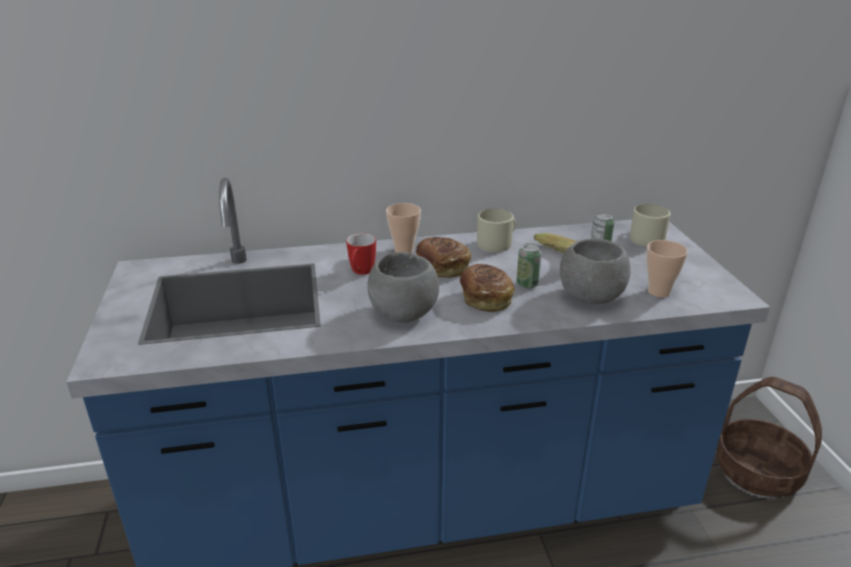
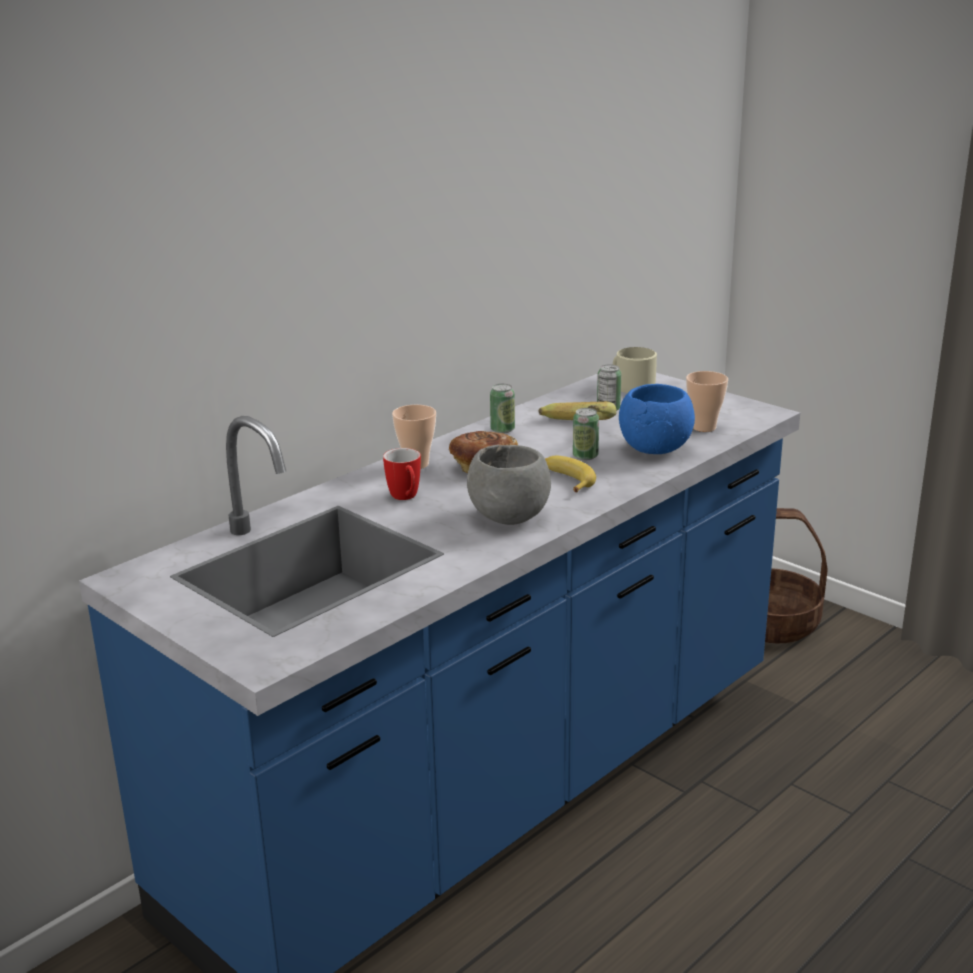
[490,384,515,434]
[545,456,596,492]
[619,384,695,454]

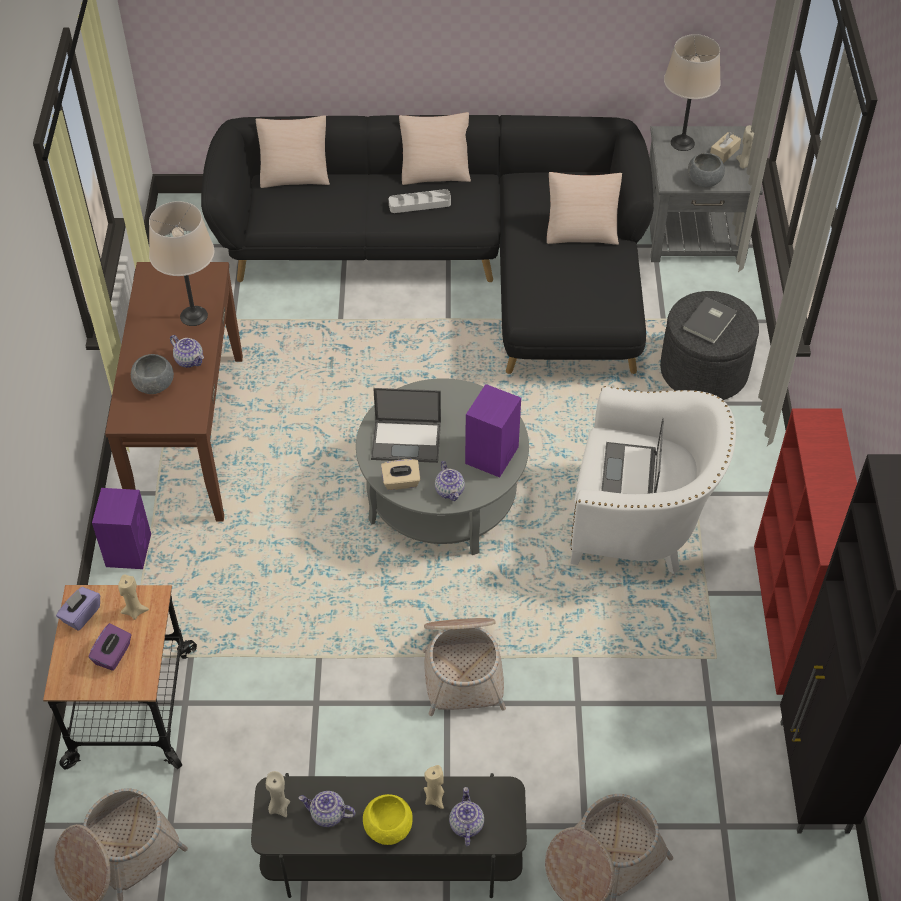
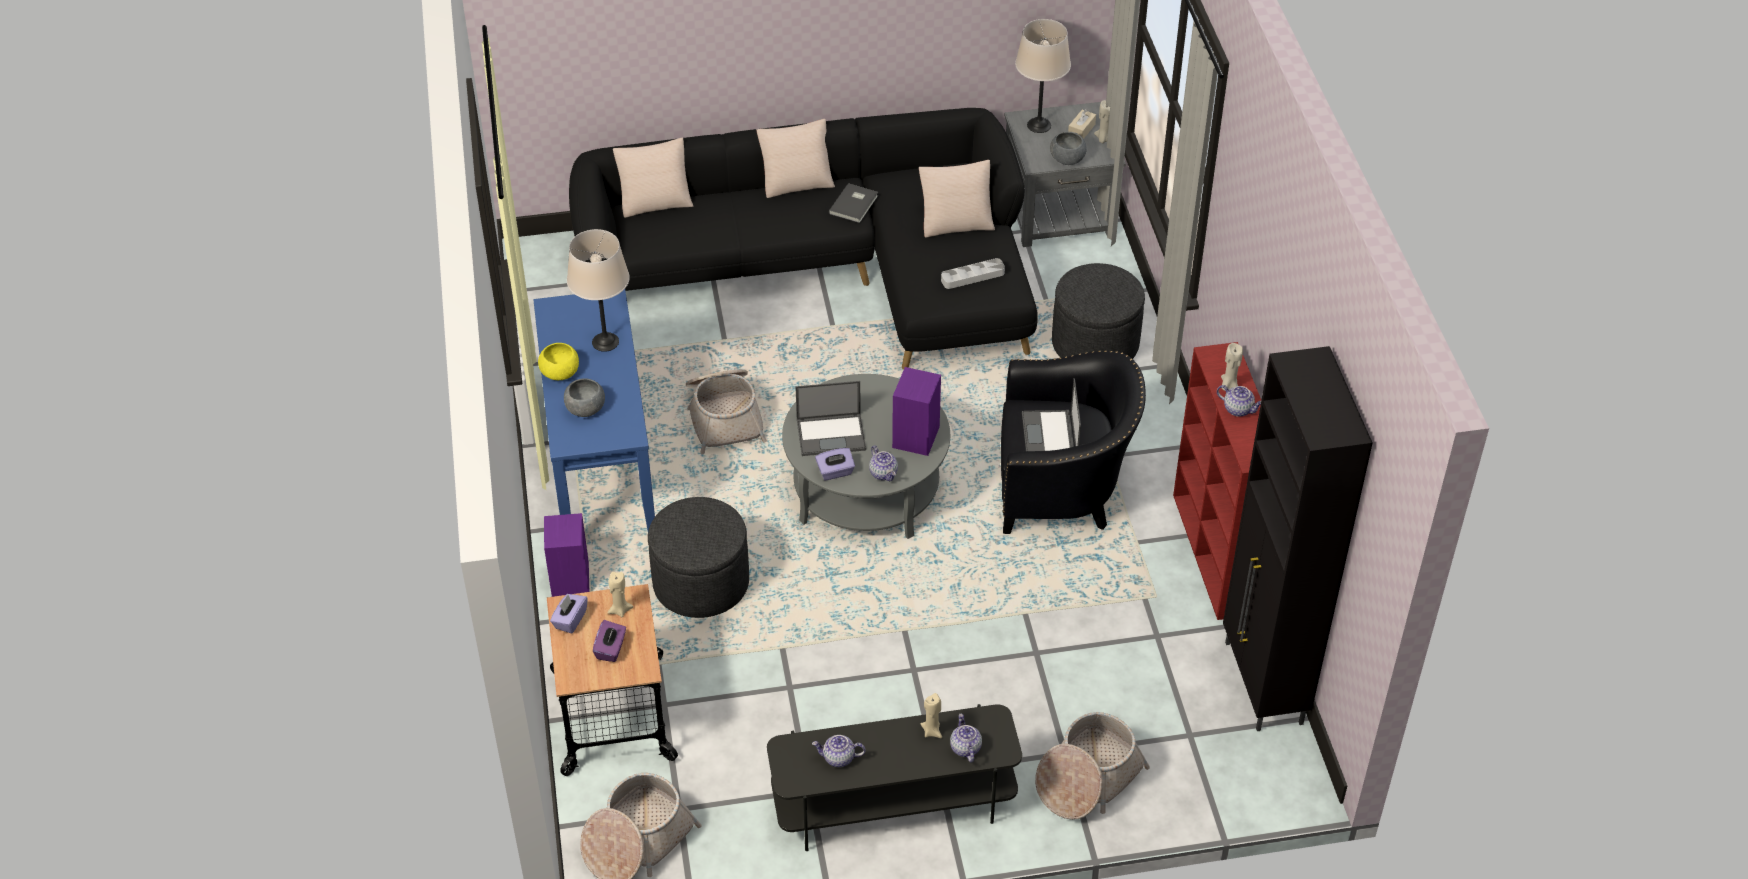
[533,289,655,531]
[538,343,579,380]
[648,497,749,618]
[686,369,767,454]
[815,448,855,480]
[829,183,878,223]
[941,258,1005,289]
[1001,350,1146,534]
[1217,385,1261,417]
[1221,343,1243,391]

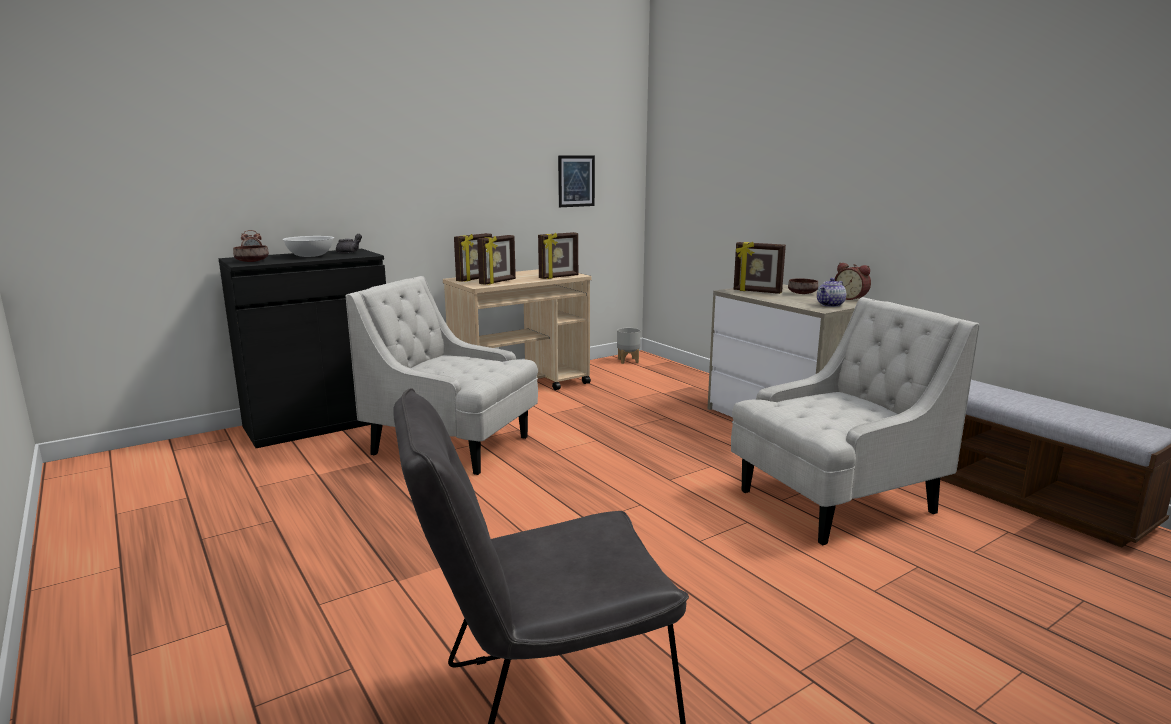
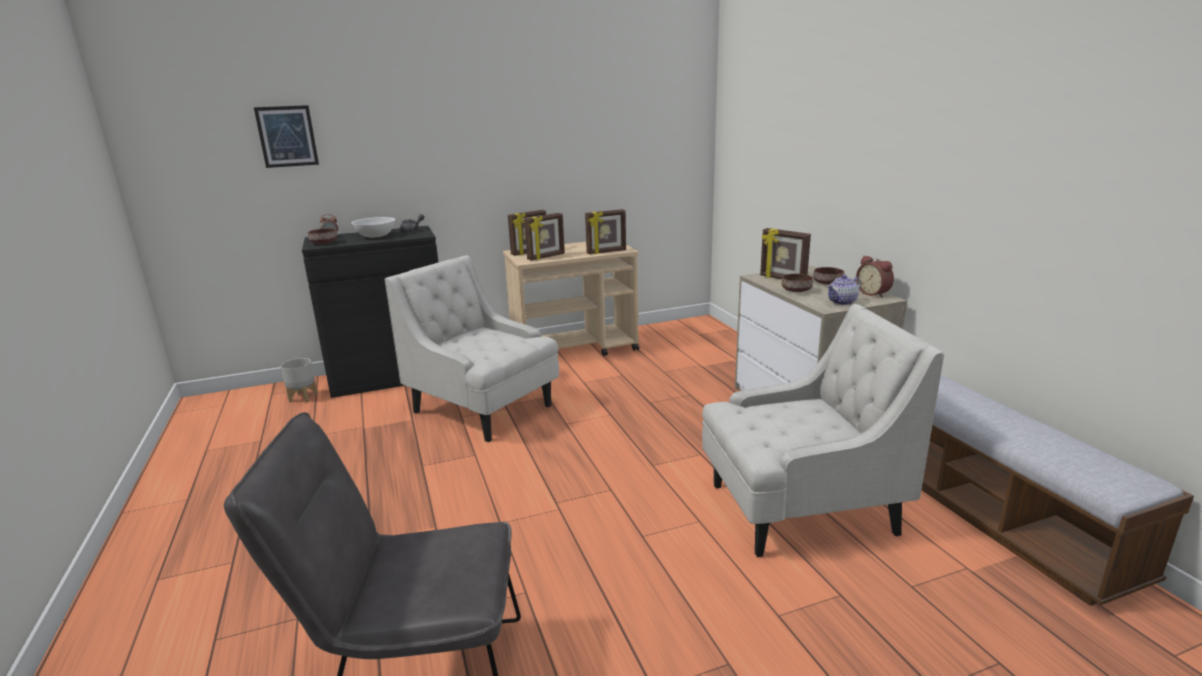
[254,105,319,168]
[281,358,318,403]
[782,274,813,292]

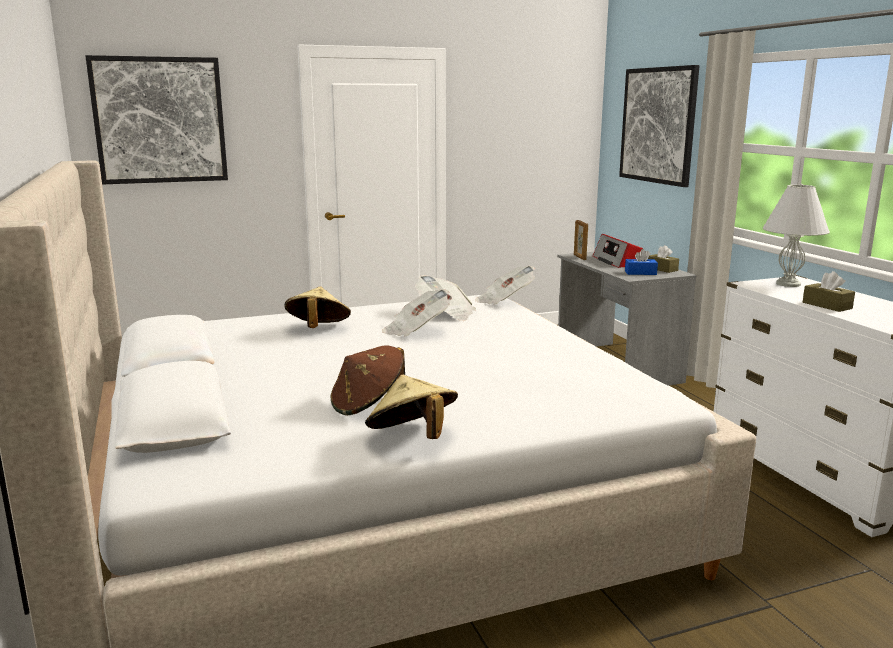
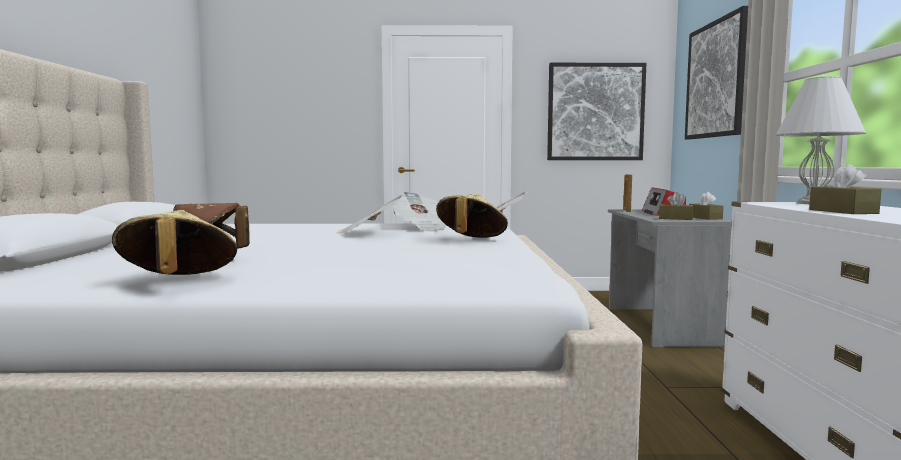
[436,194,508,238]
[547,63,646,160]
[659,192,693,220]

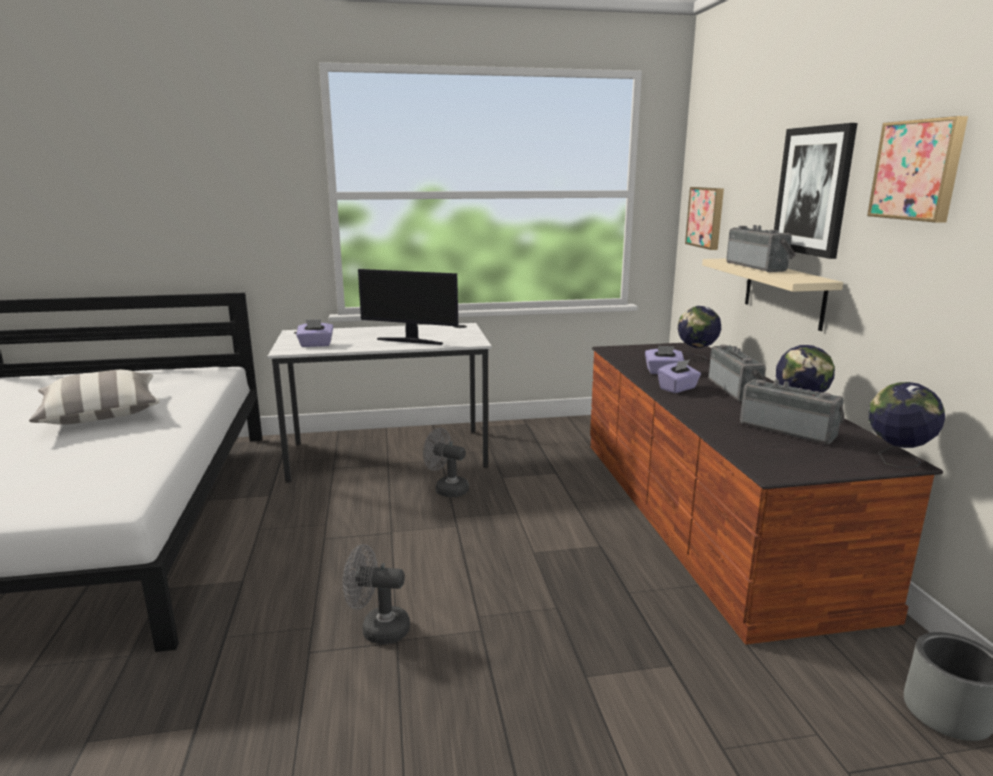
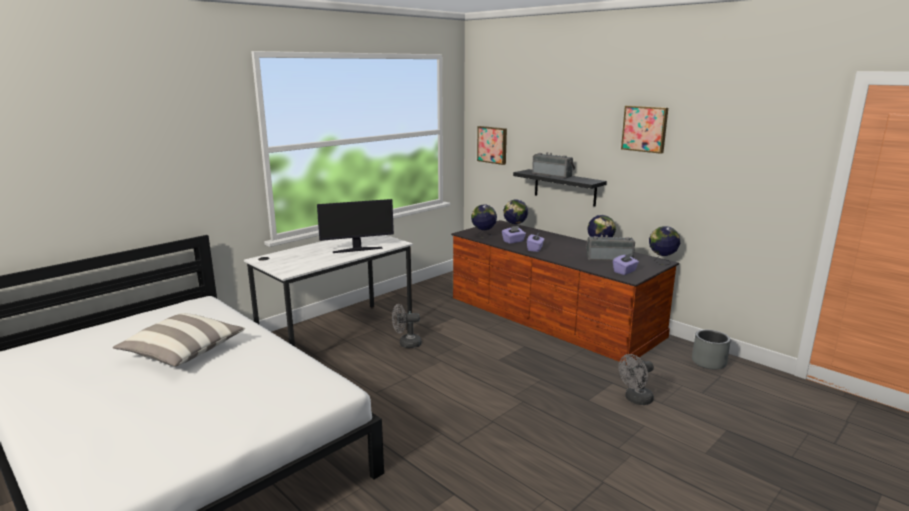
[471,204,497,238]
[513,169,607,206]
[613,253,639,275]
[619,354,654,405]
[708,345,767,402] (first image)
[774,123,858,259] (first image)

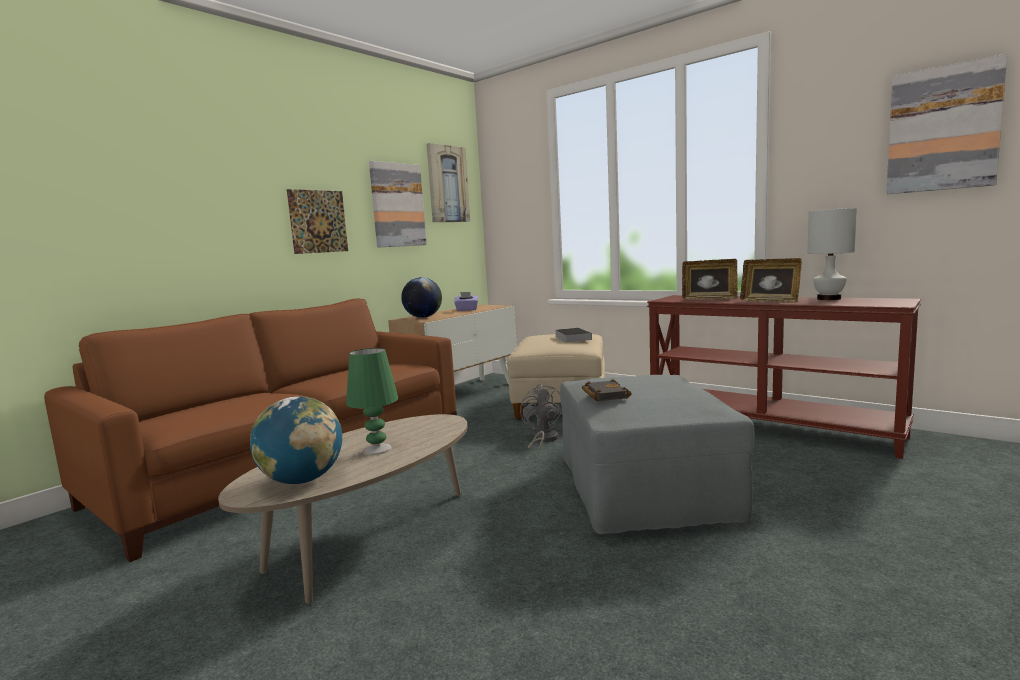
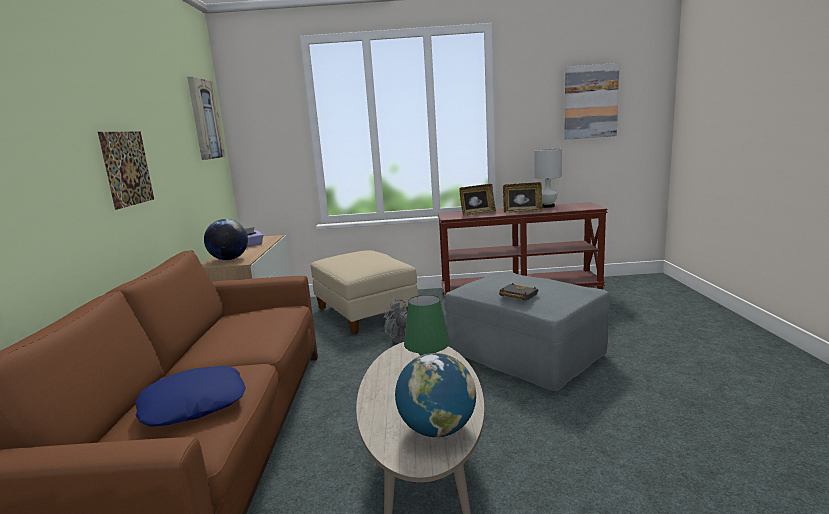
[135,366,246,427]
[369,161,427,248] (first image)
[555,328,592,342] (first image)

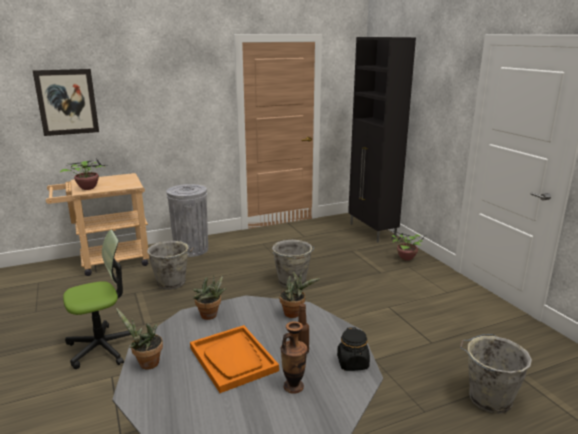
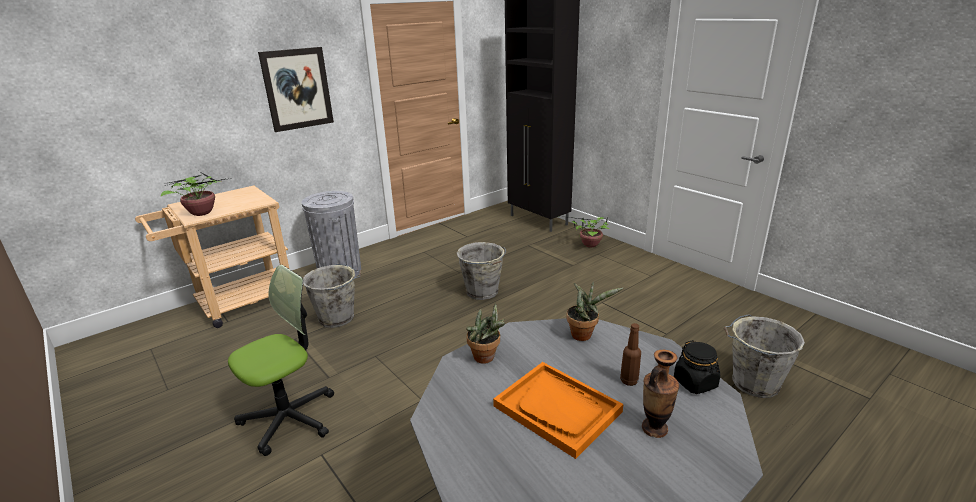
[258,47,334,132]
[116,308,163,369] (first image)

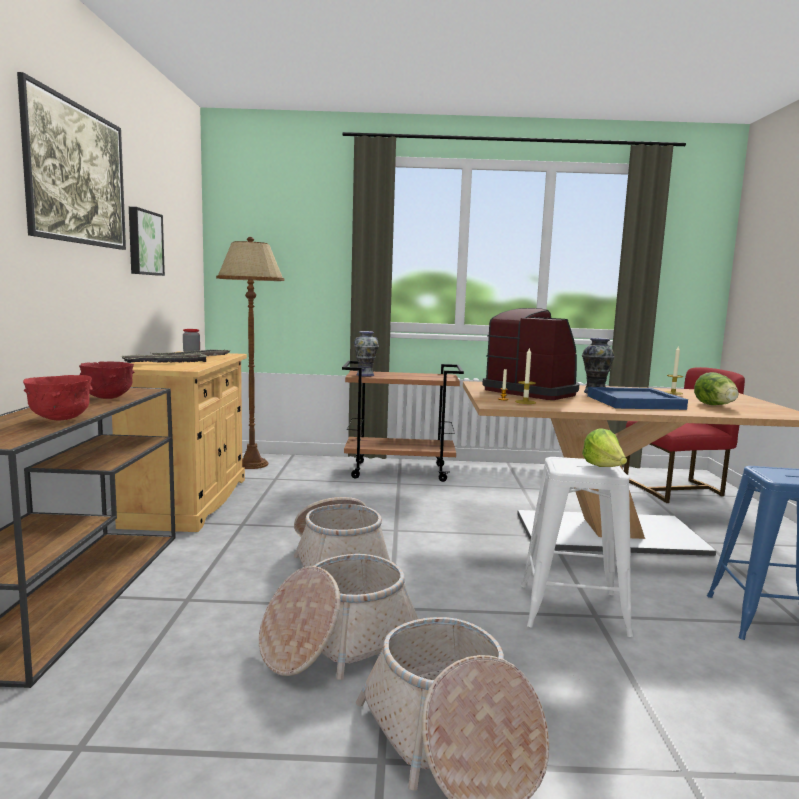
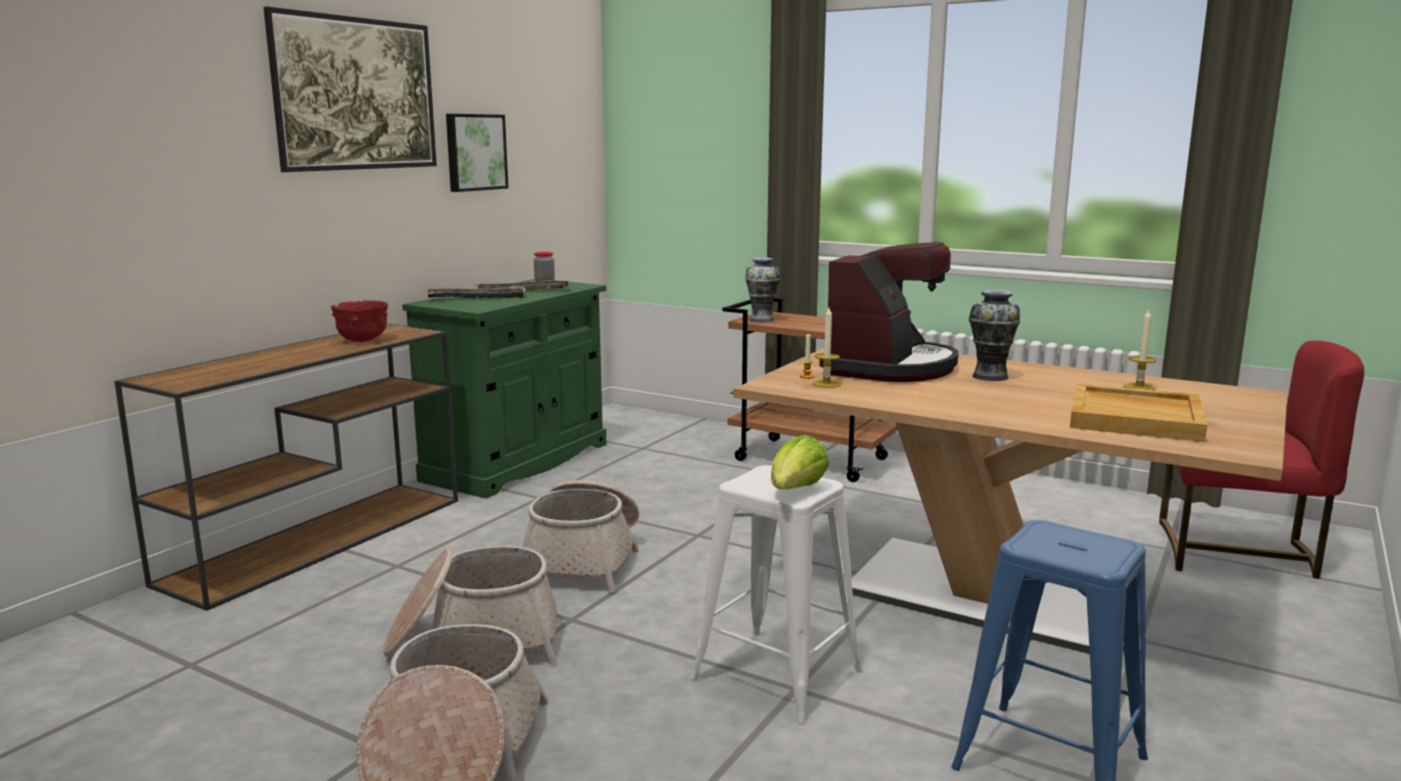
[402,279,607,498]
[819,242,959,382]
[1070,384,1207,442]
[23,375,93,420] (first image)
[216,237,285,469] (first image)
[587,387,688,410] (first image)

